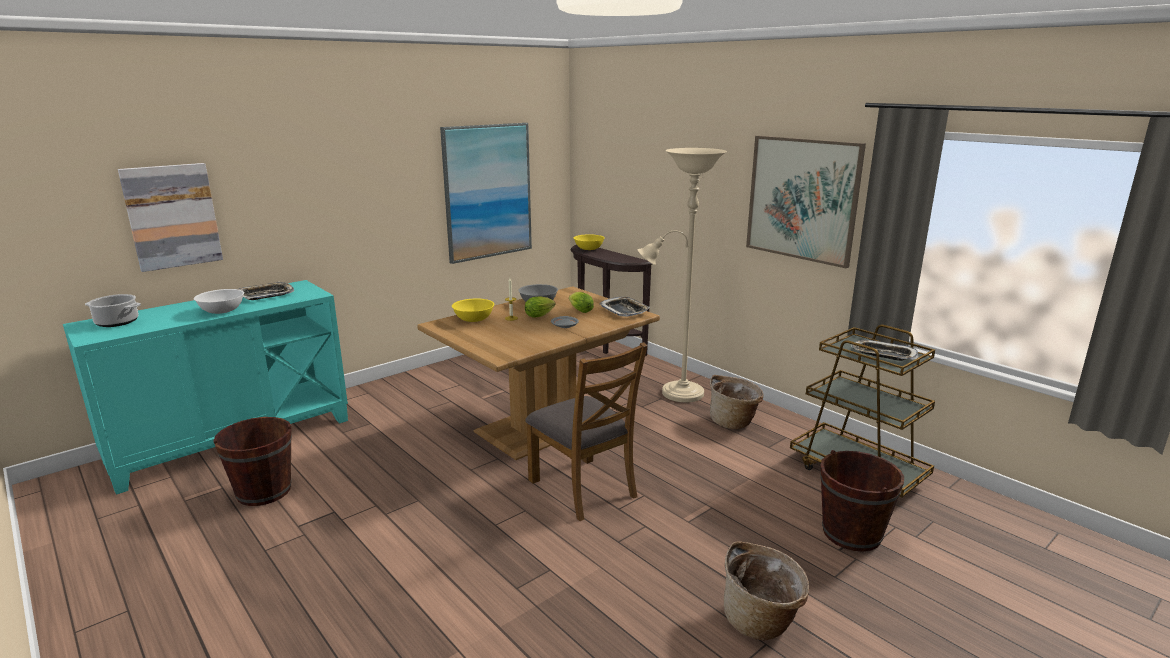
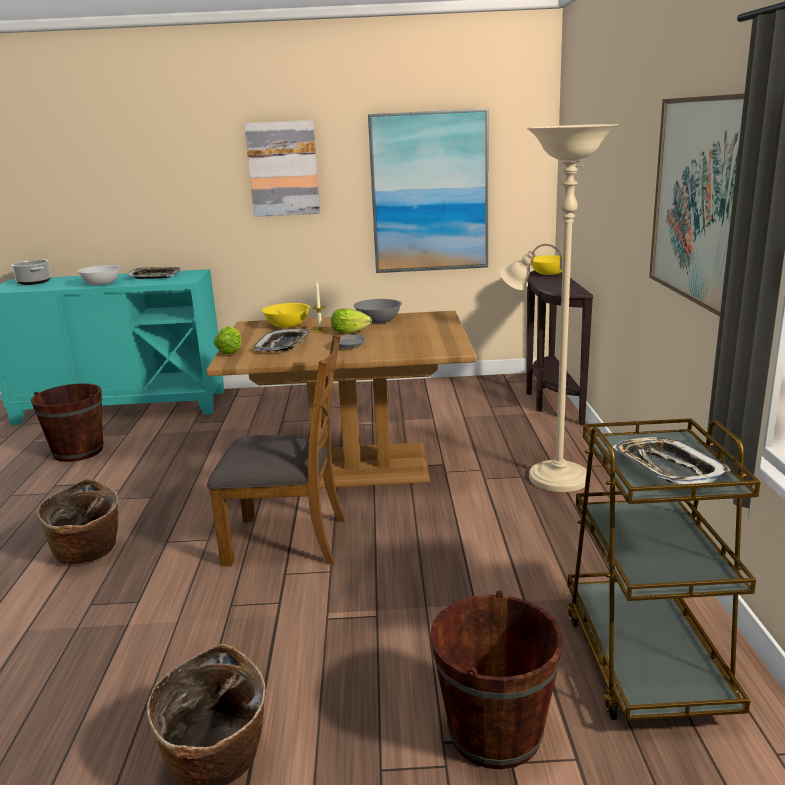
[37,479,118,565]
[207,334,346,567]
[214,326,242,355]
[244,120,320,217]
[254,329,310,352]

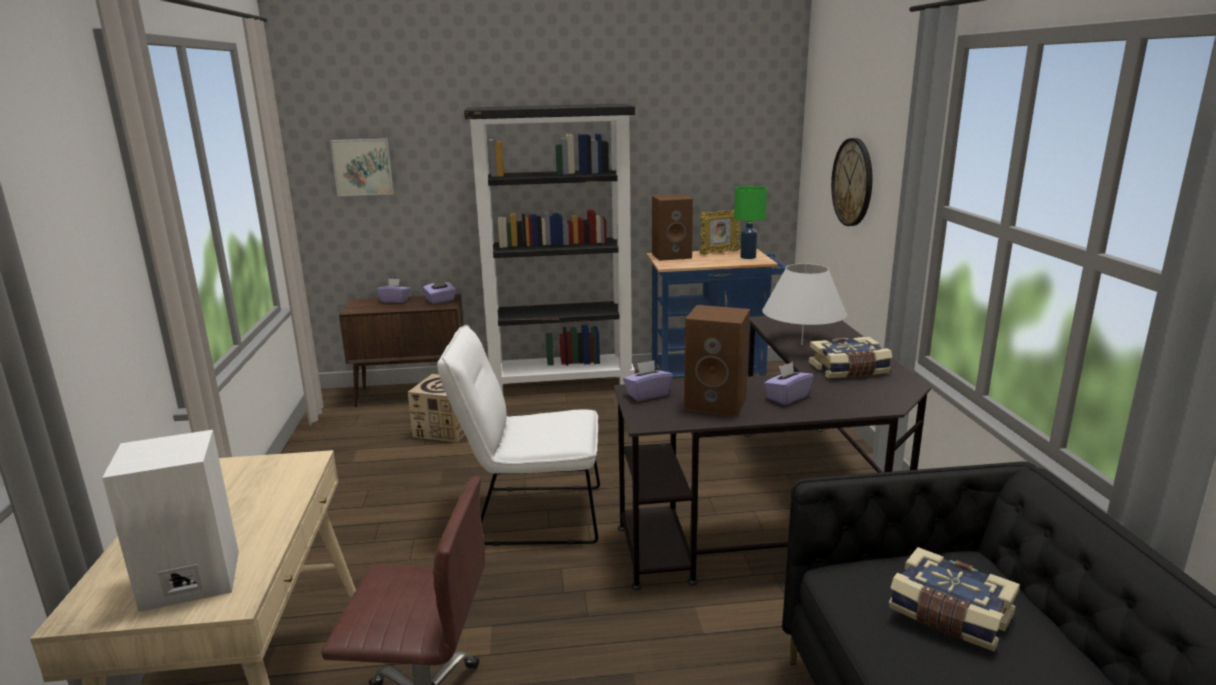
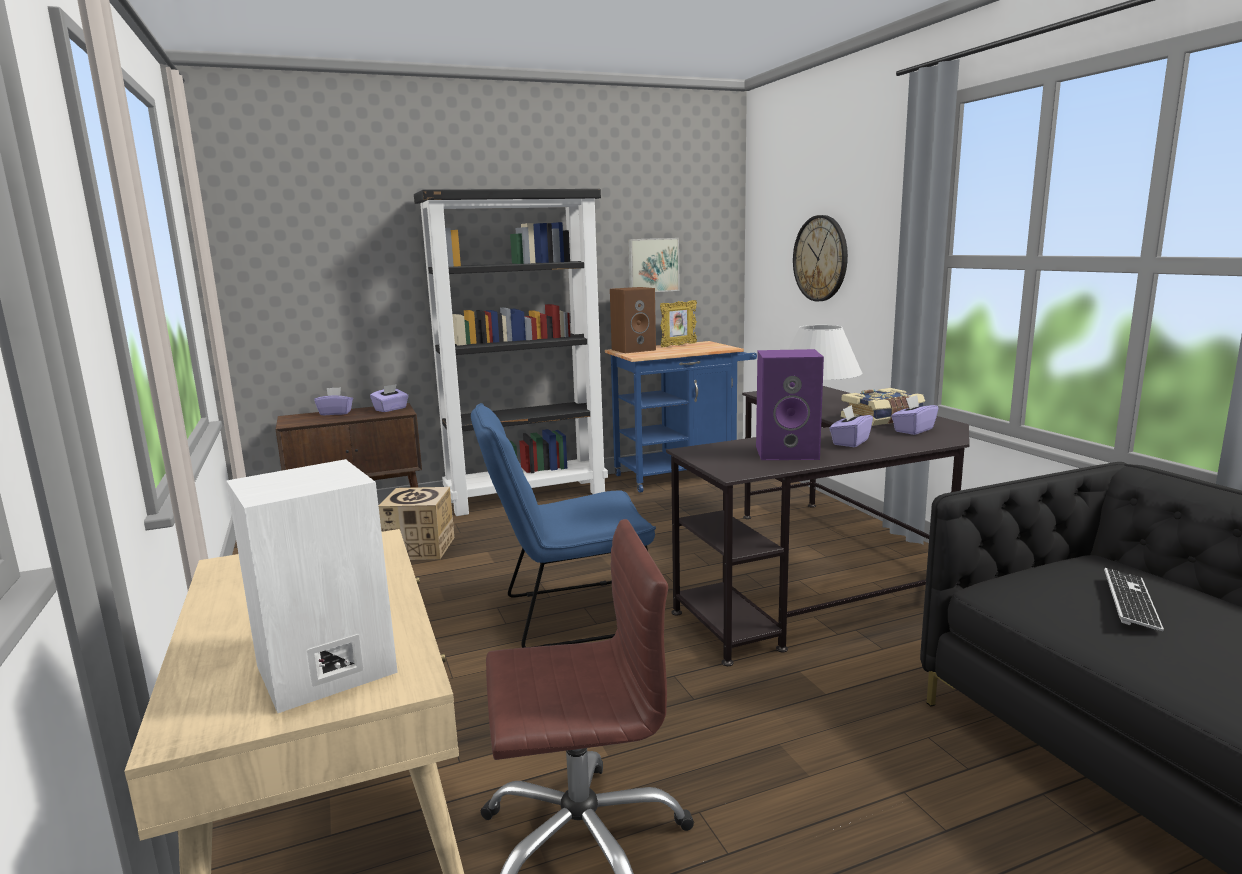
[471,403,656,648]
[628,238,680,292]
[756,349,824,460]
[891,395,938,435]
[1104,568,1164,631]
[734,186,767,259] (first image)

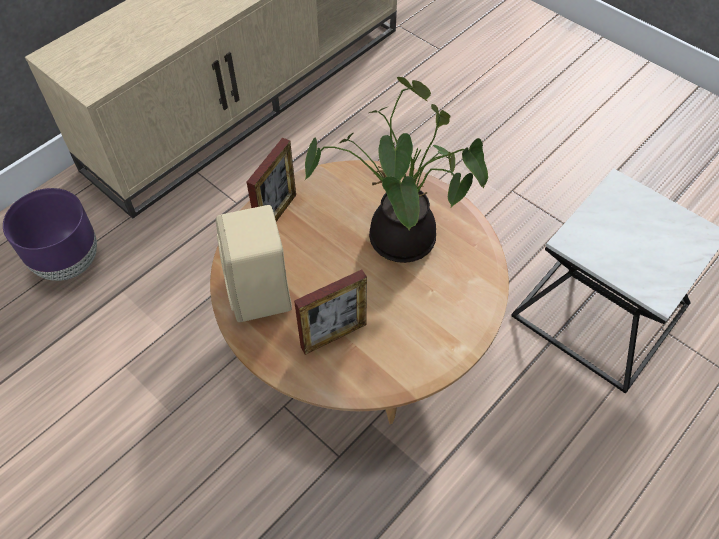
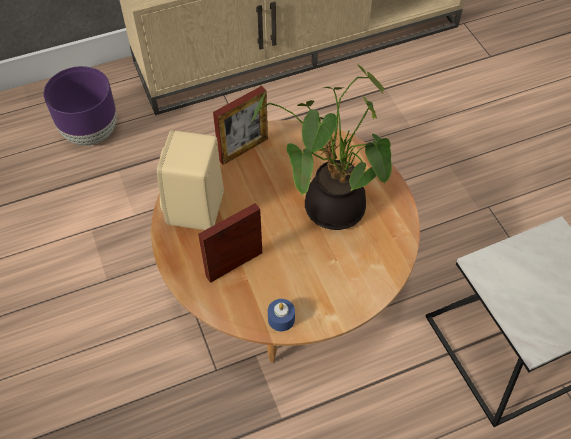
[198,203,262,283]
[268,299,295,331]

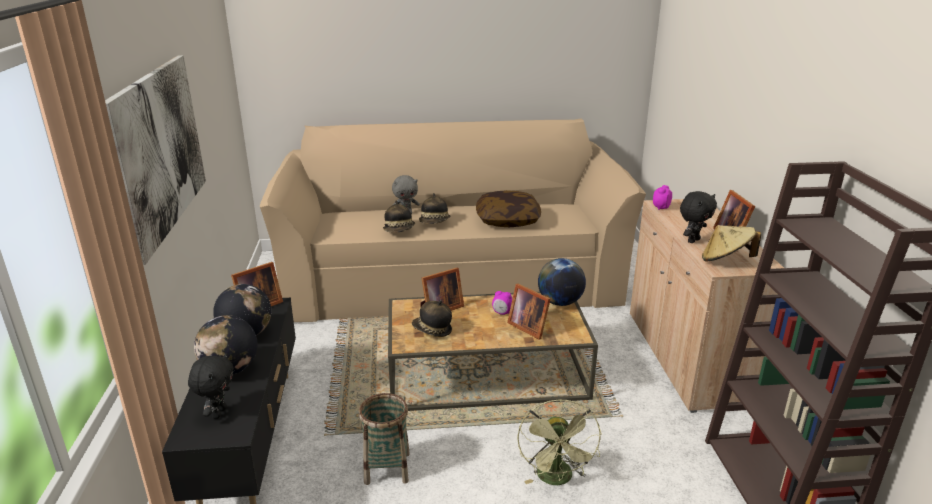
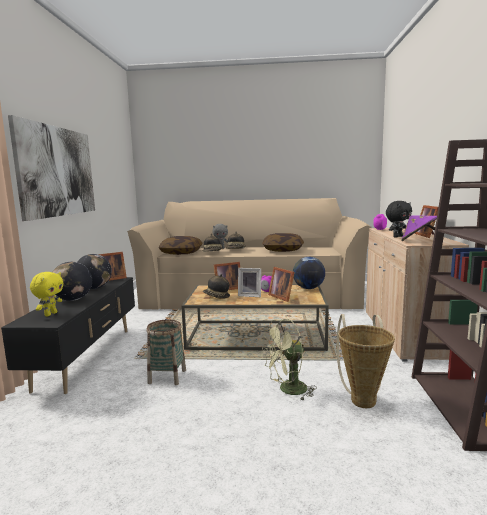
[30,272,63,316]
[159,236,203,255]
[238,268,261,297]
[262,319,317,400]
[337,314,395,408]
[401,215,437,241]

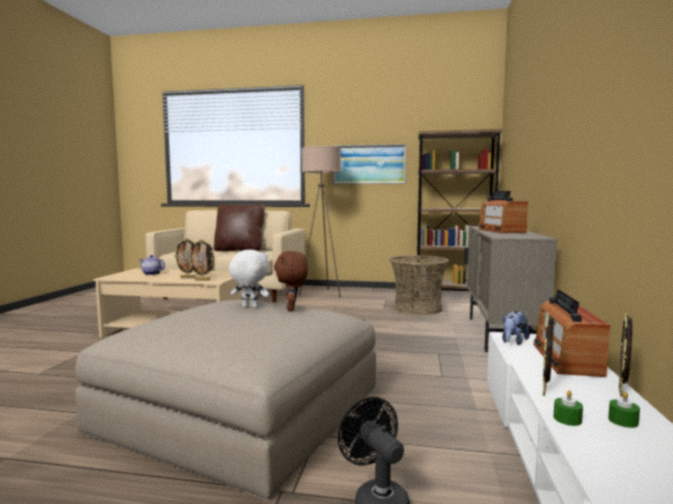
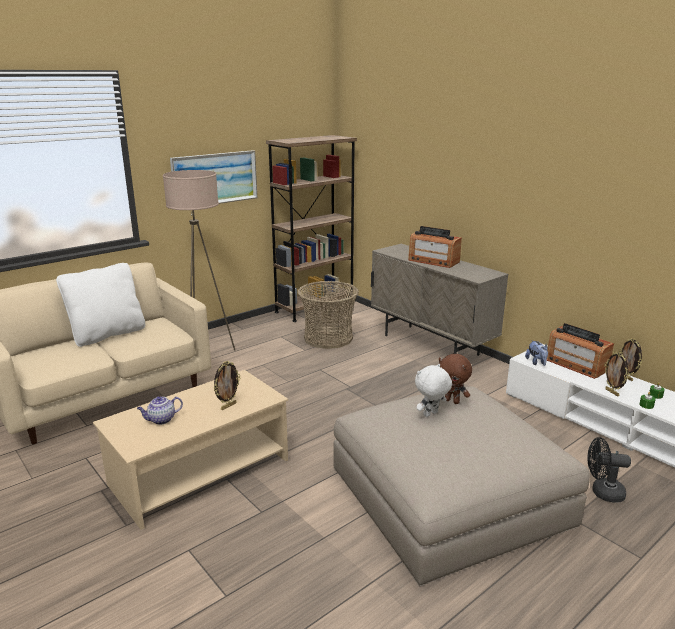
[56,263,145,347]
[188,239,215,281] (first image)

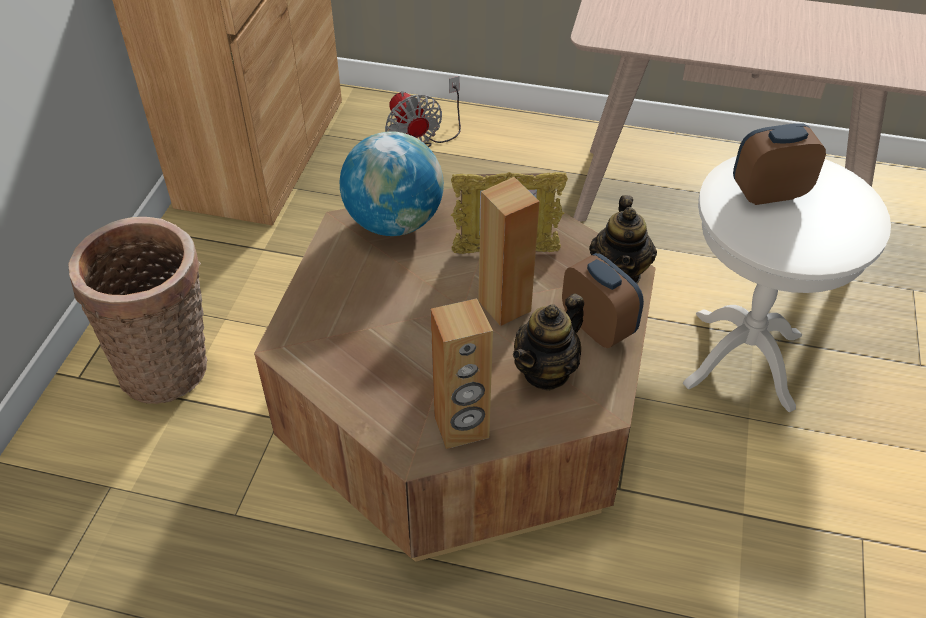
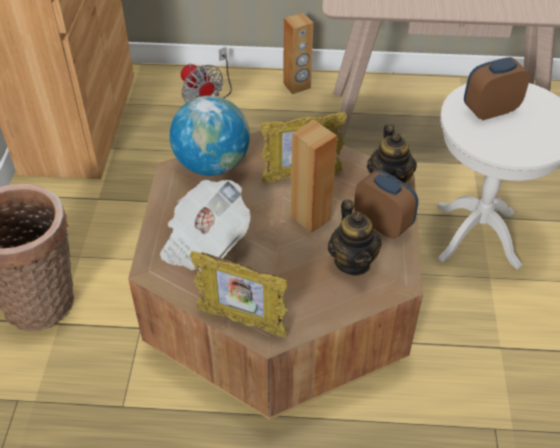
[160,180,251,274]
[190,251,288,338]
[283,13,313,94]
[328,199,382,276]

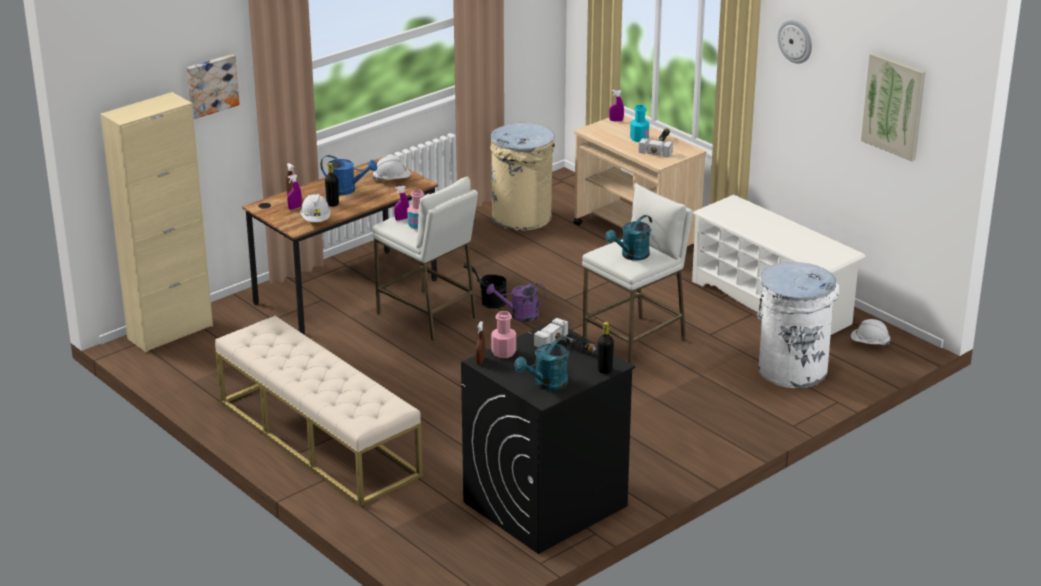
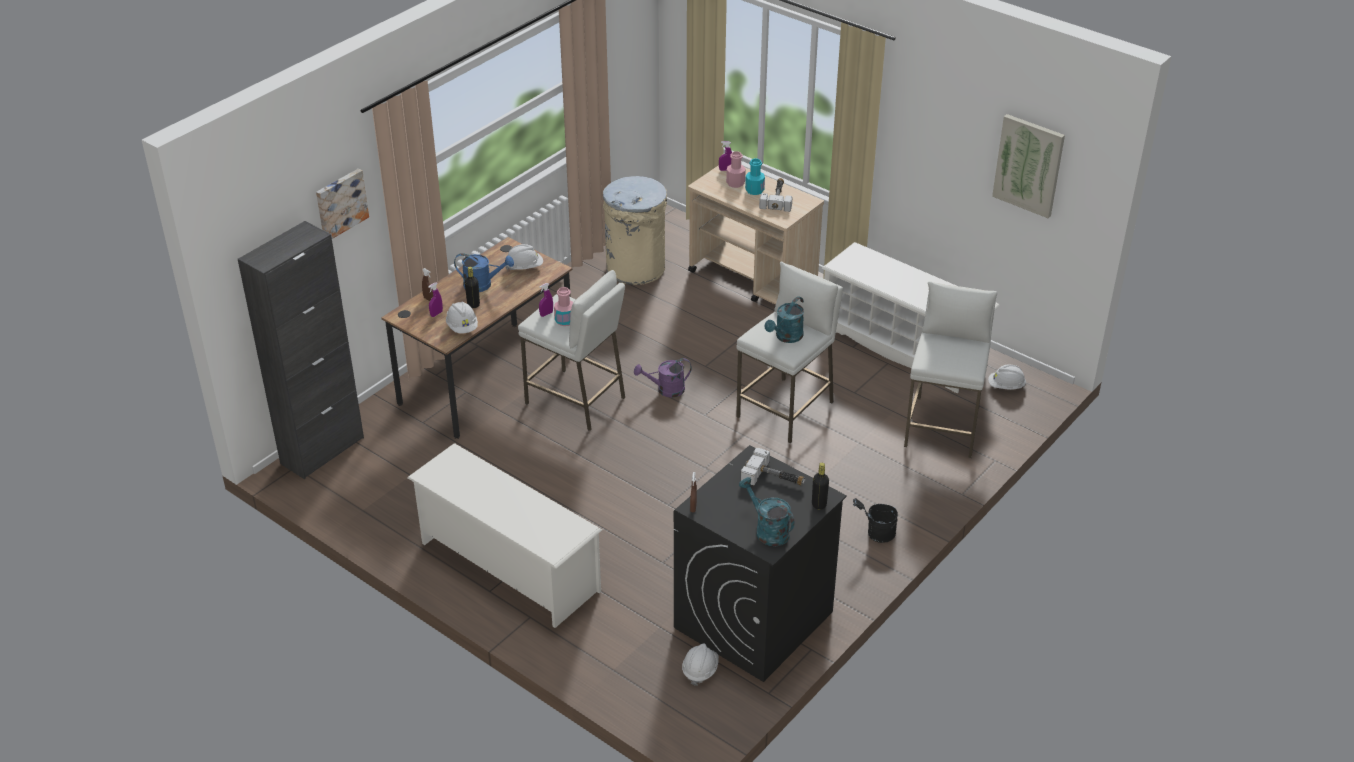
[238,221,364,479]
[407,443,602,628]
[682,643,719,686]
[726,151,746,188]
[739,477,795,546]
[853,498,898,543]
[904,281,997,458]
[777,20,812,64] (first image)

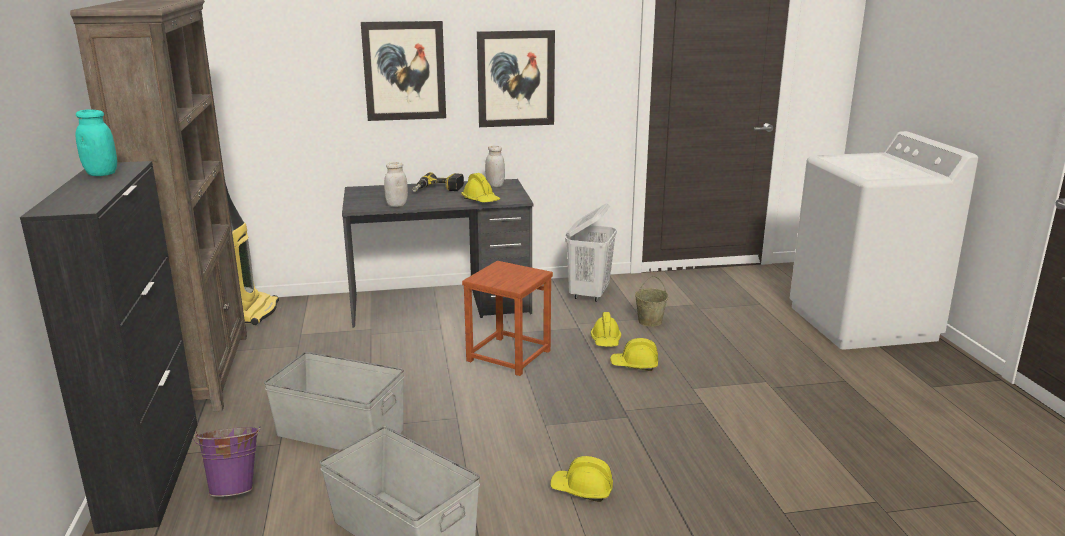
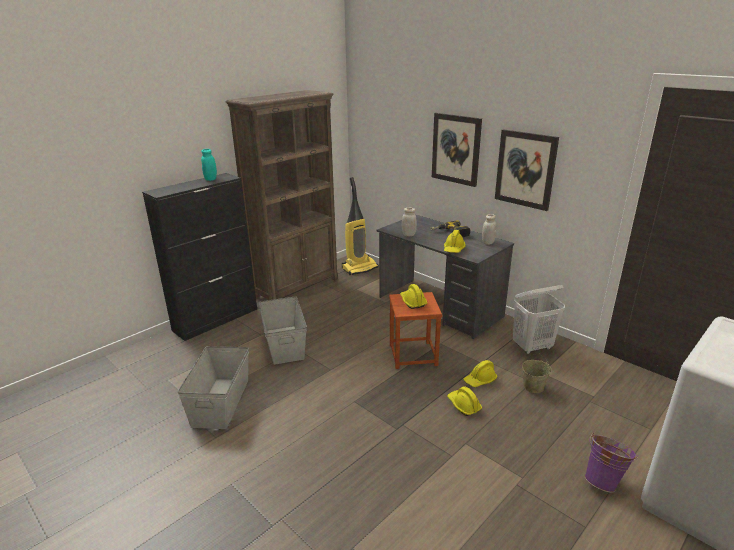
[400,284,427,309]
[585,433,638,493]

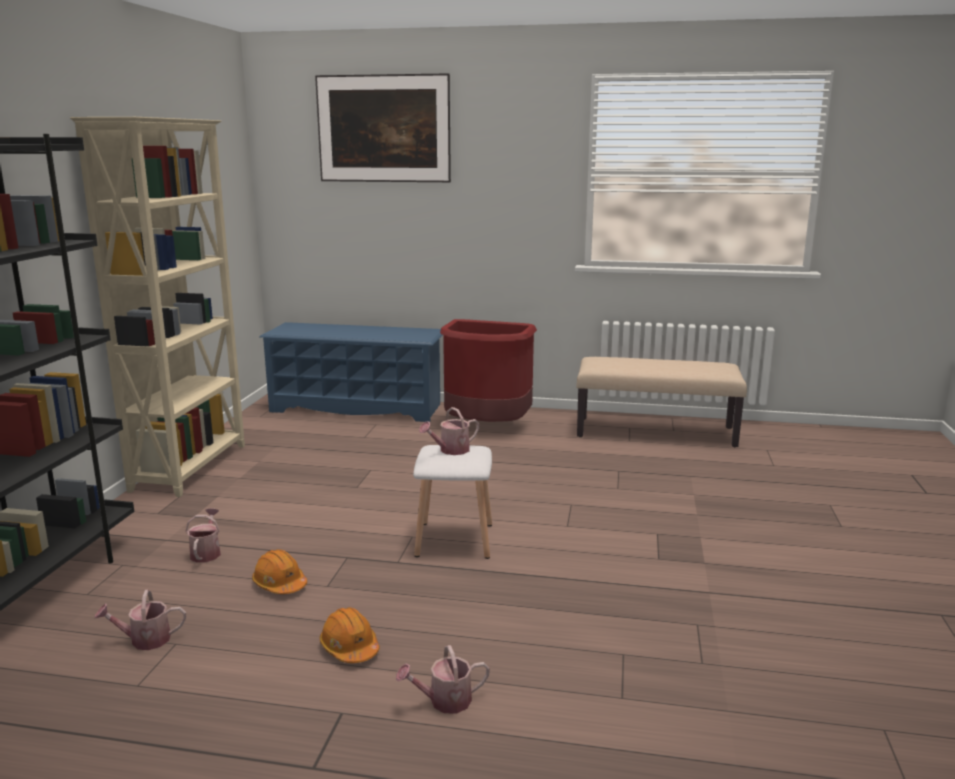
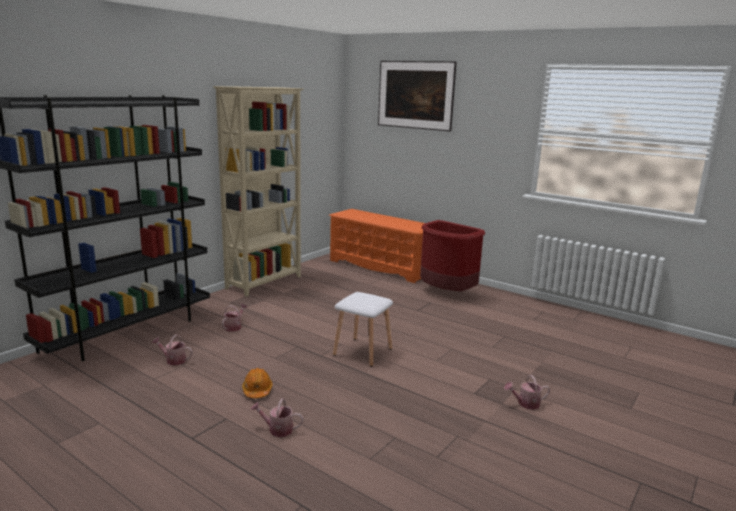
[329,209,425,283]
[504,375,550,410]
[252,549,307,594] (first image)
[577,357,747,447] (first image)

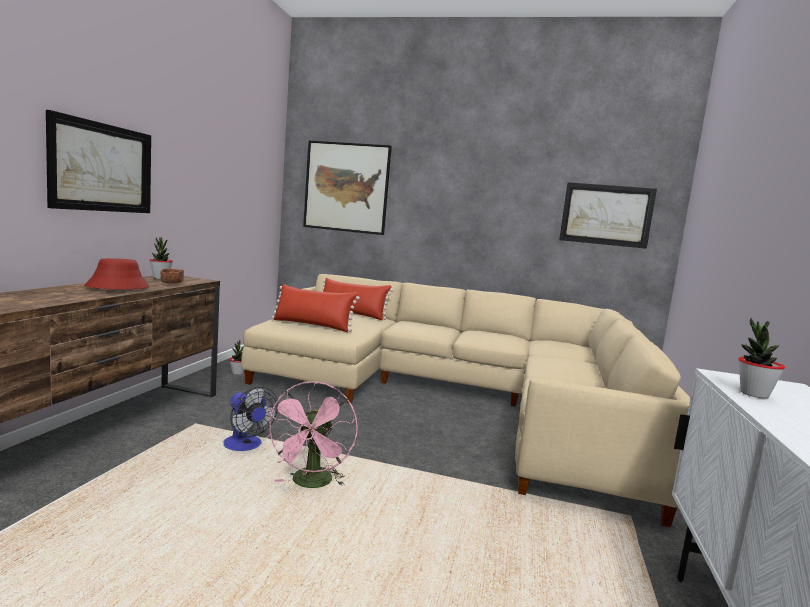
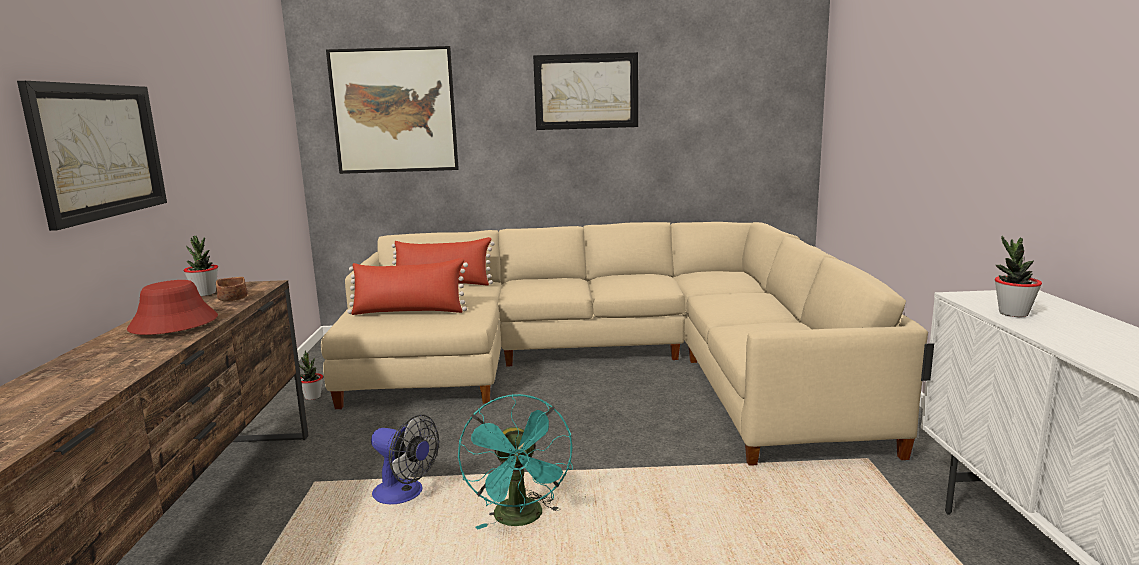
[458,394,573,530]
[533,52,638,130]

